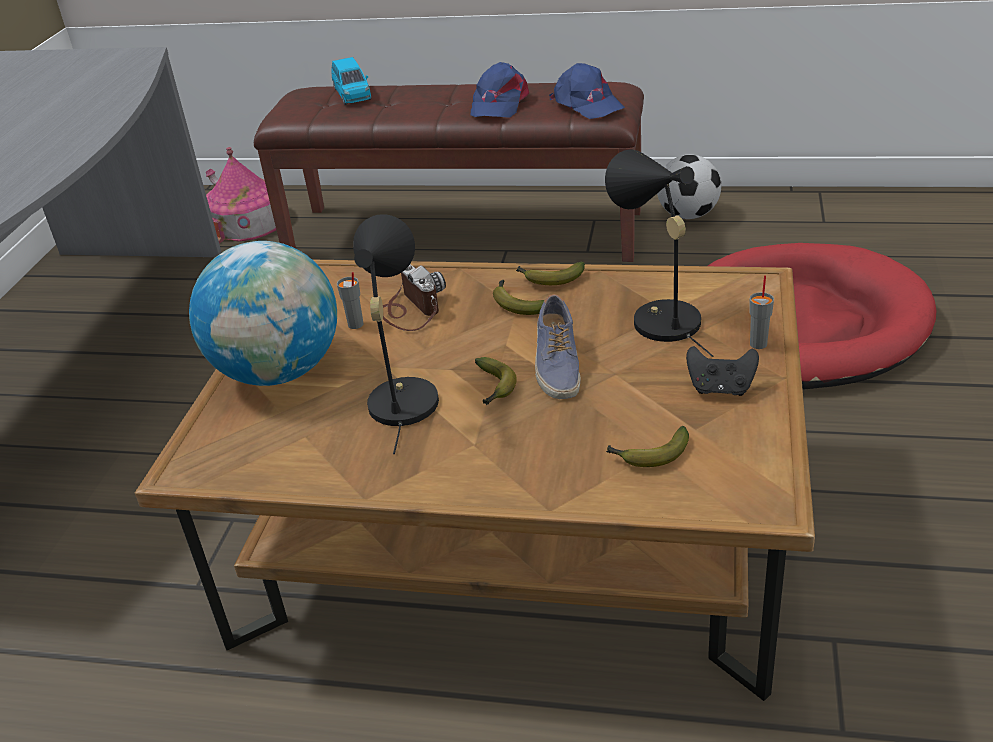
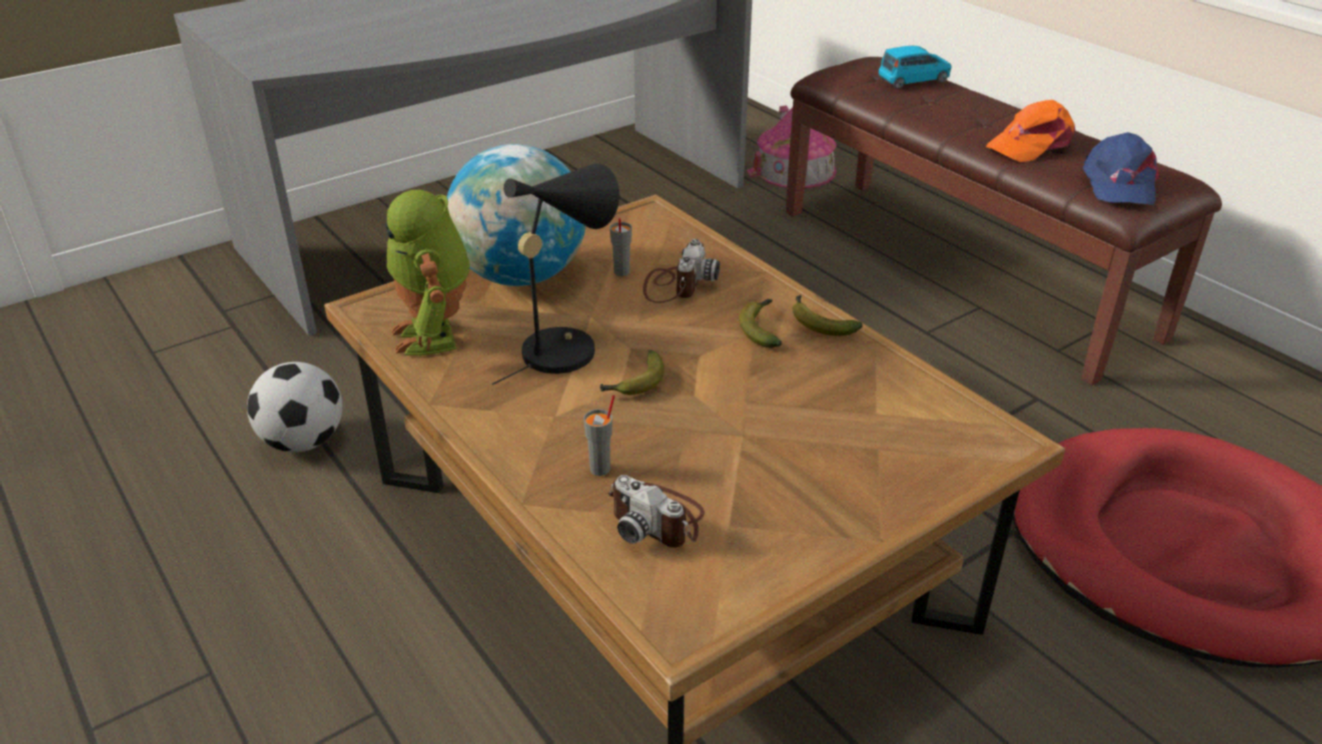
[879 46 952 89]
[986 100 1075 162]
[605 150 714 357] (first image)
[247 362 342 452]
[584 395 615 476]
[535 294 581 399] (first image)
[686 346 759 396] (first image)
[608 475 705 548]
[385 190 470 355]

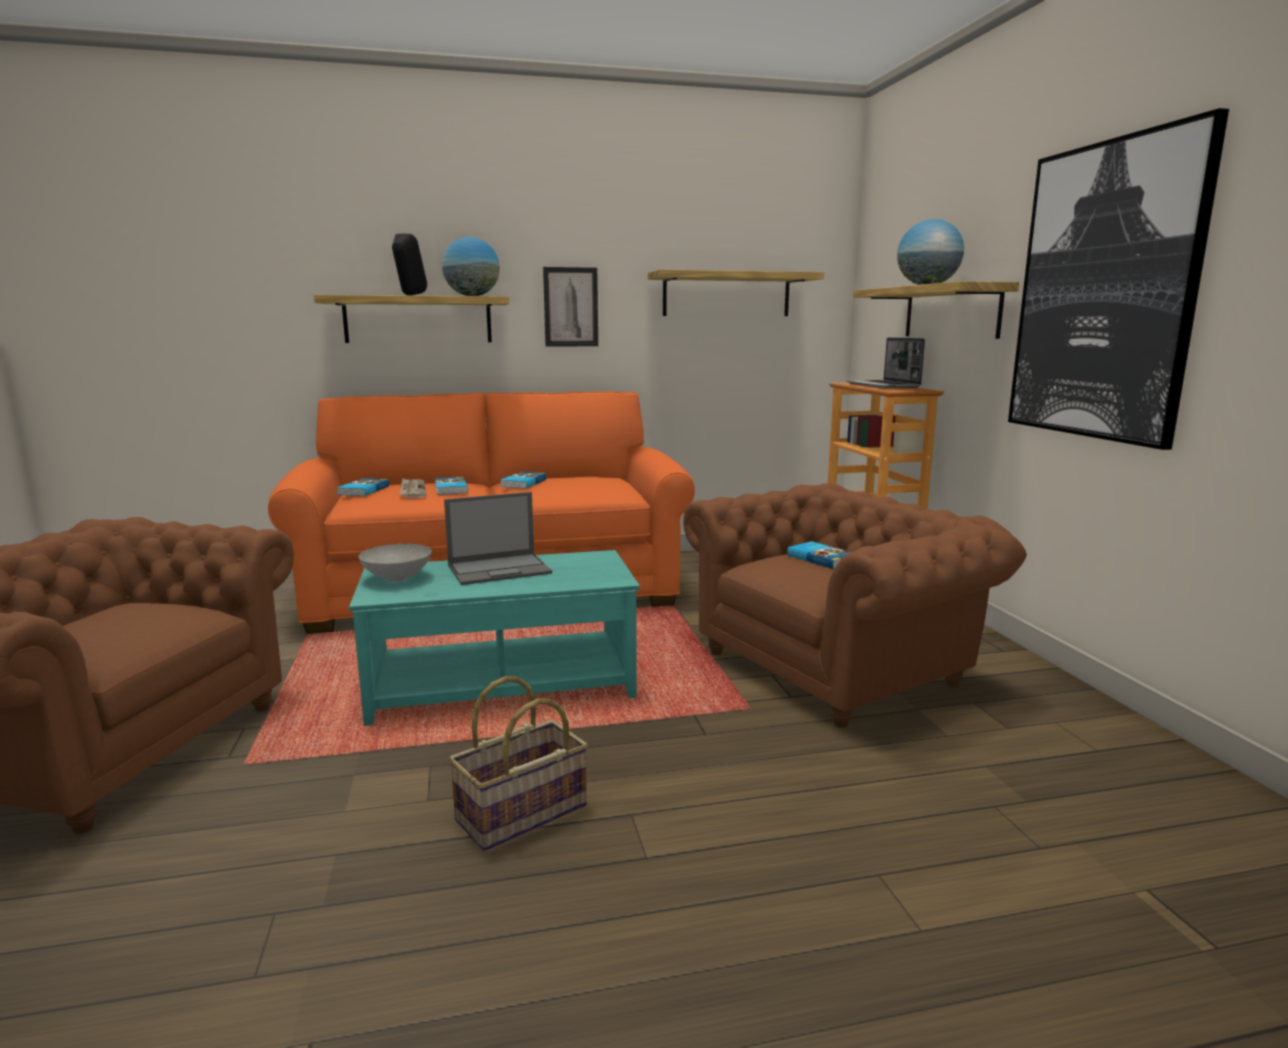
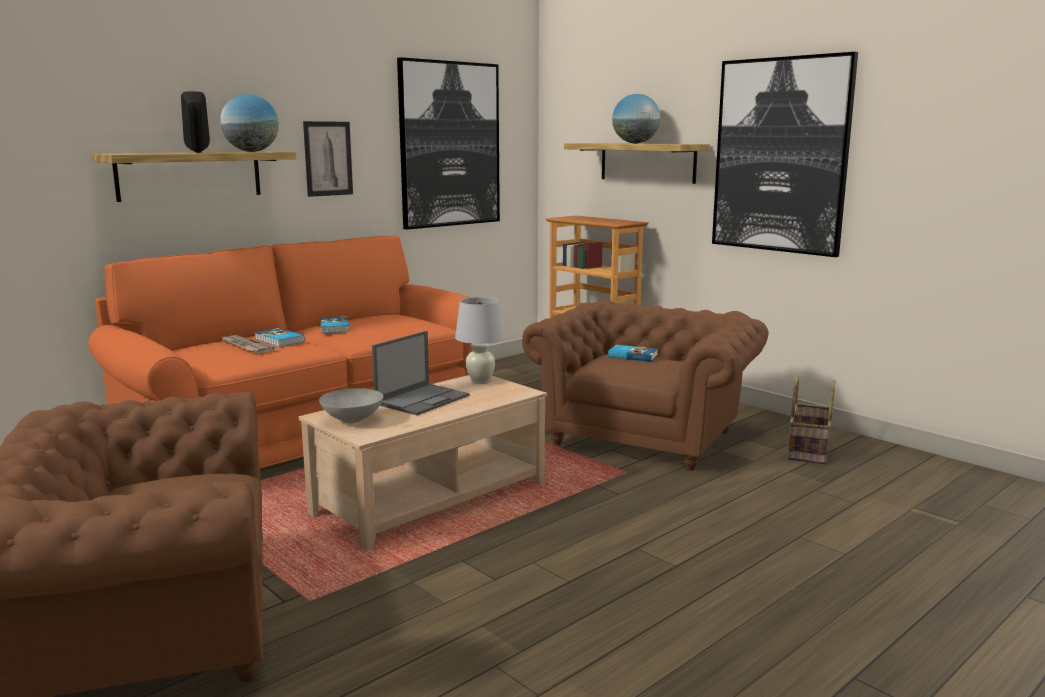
[397 57 500 230]
[846 337 925 388] (first image)
[337 478 389 496] (first image)
[299 375 547 551]
[788 376 835 464]
[455 297 505 384]

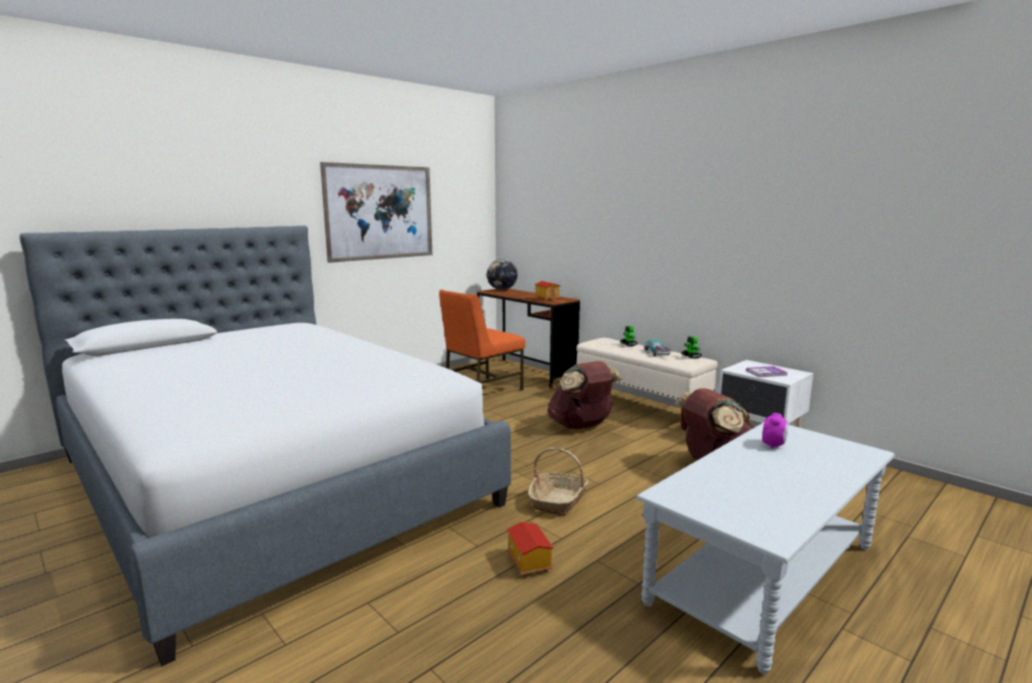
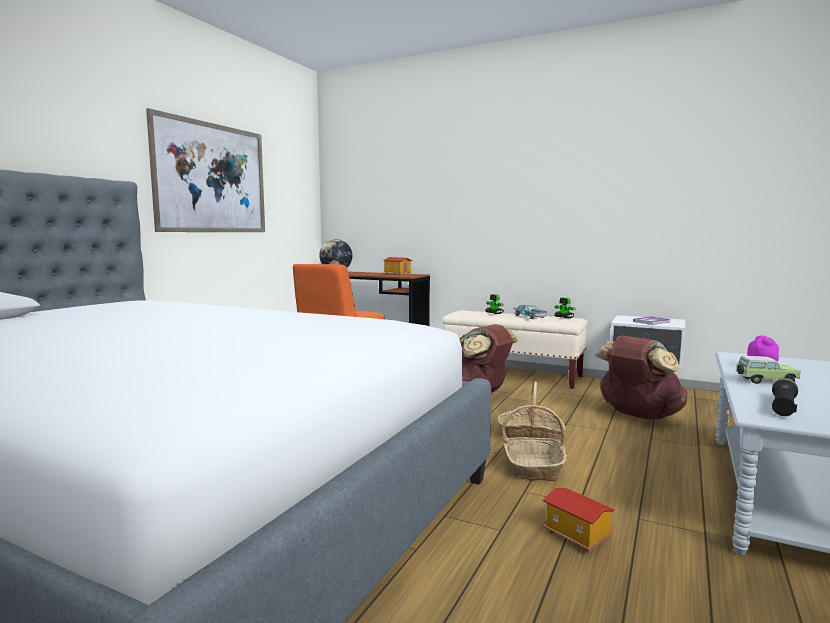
[736 356 801 384]
[772 378 798 416]
[498 382 565 440]

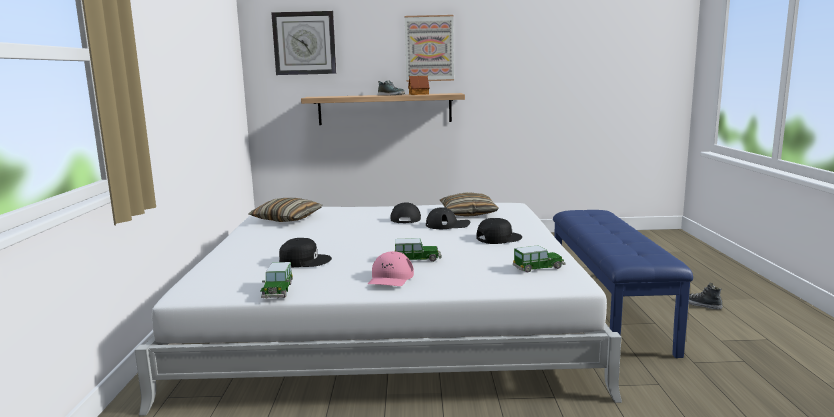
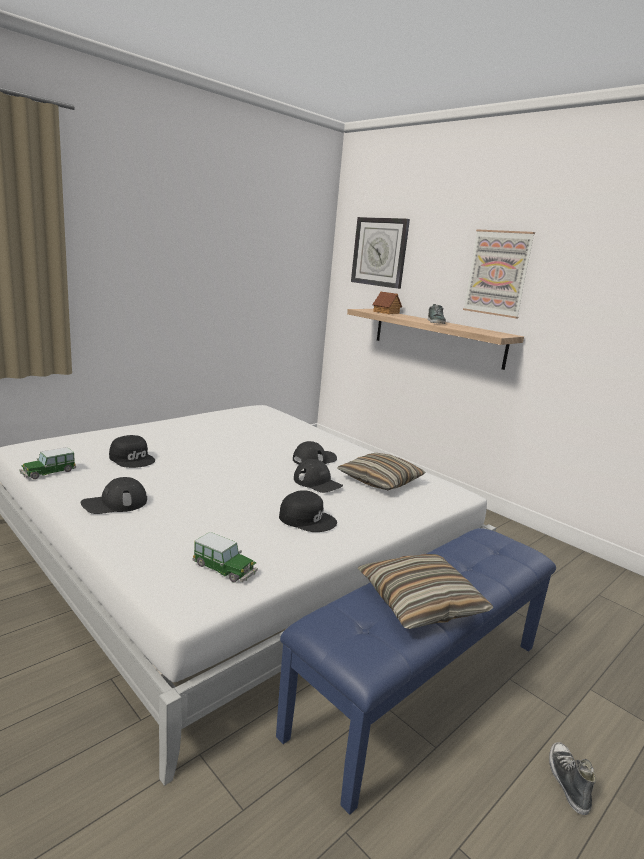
[372 291 402 314]
[358 554 493 629]
[395 238 441 262] (first image)
[81 477 147 514]

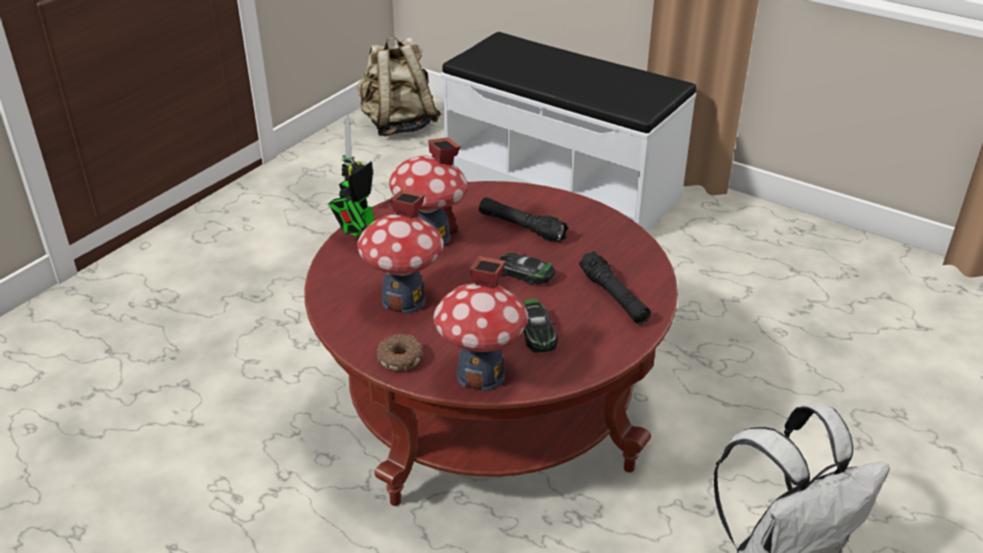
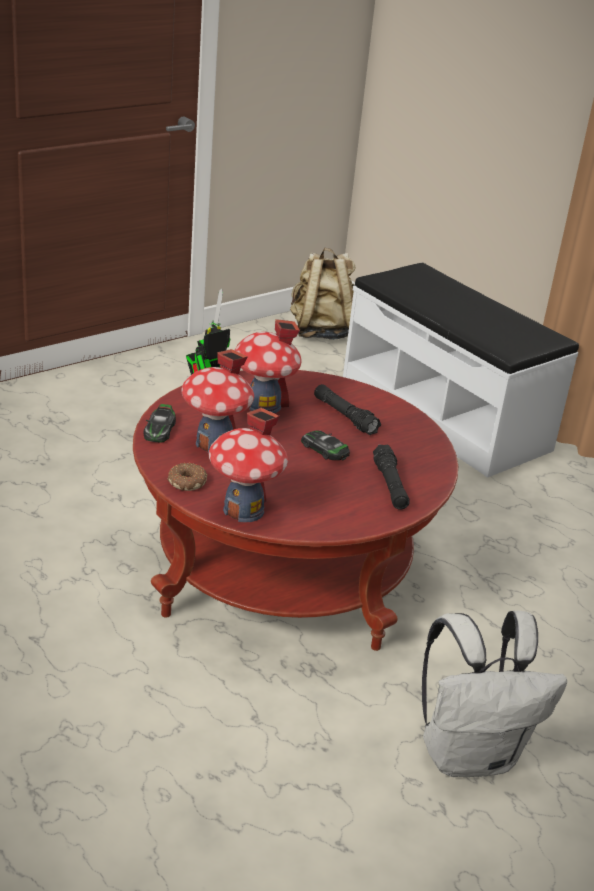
[143 404 176 443]

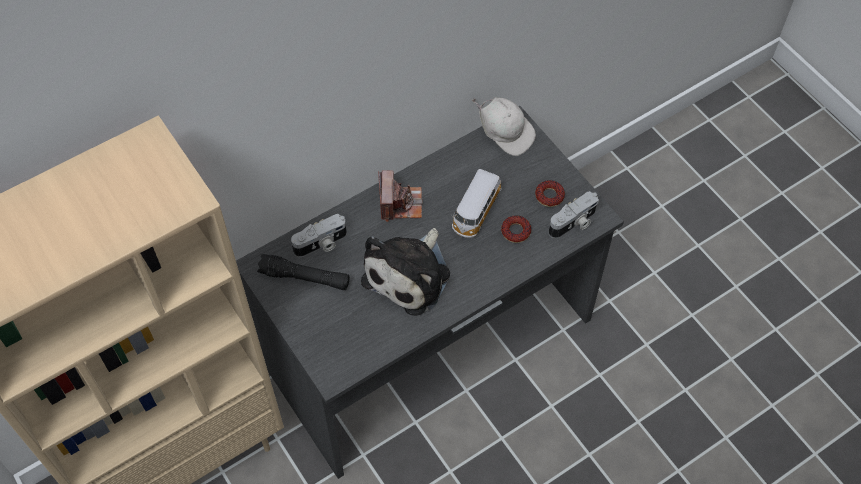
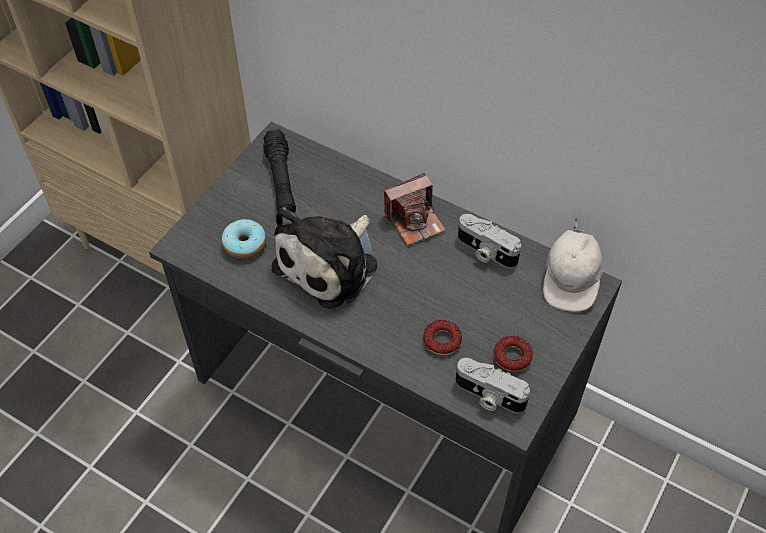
[452 169 502 238] (first image)
[458 214 521 269]
[271 207 378 309]
[222 219 266 259]

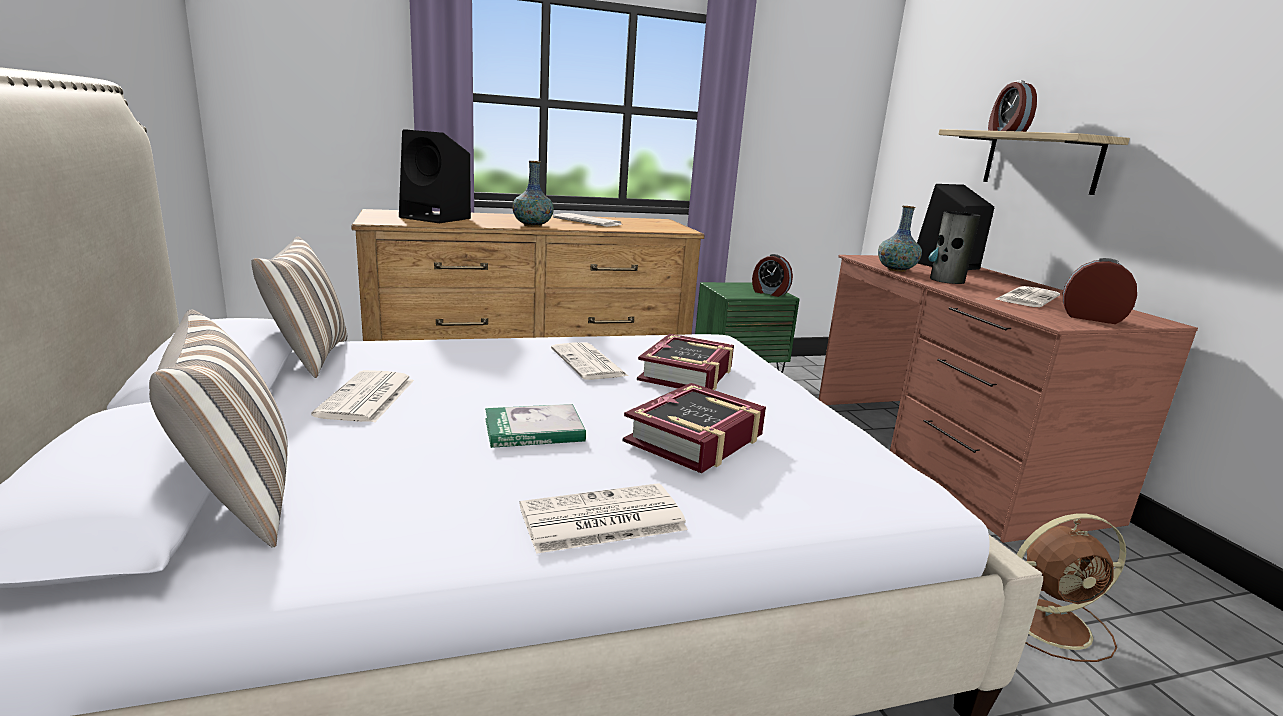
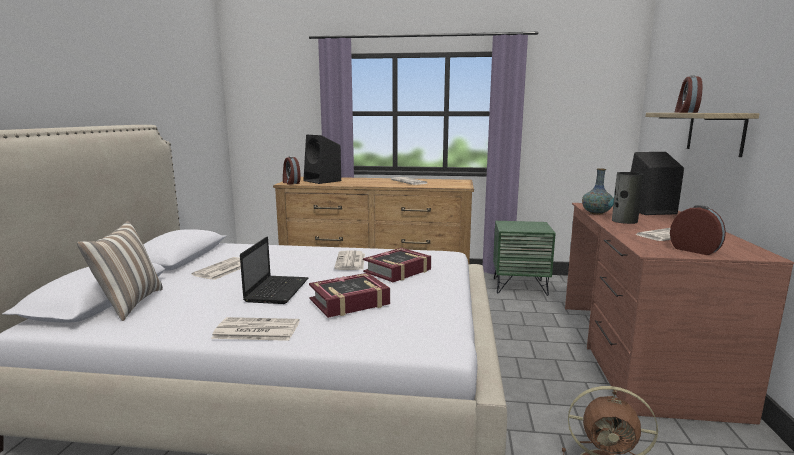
[512 161 554 227] (first image)
[251 237 347 378] (first image)
[283 156 301 185]
[240 237 309 304]

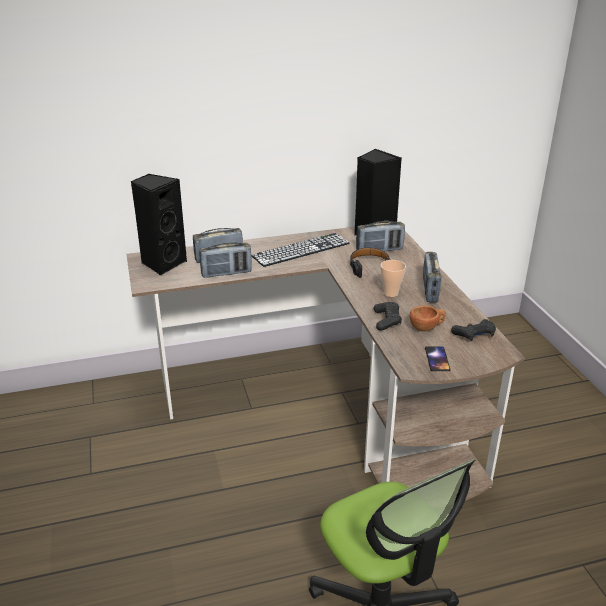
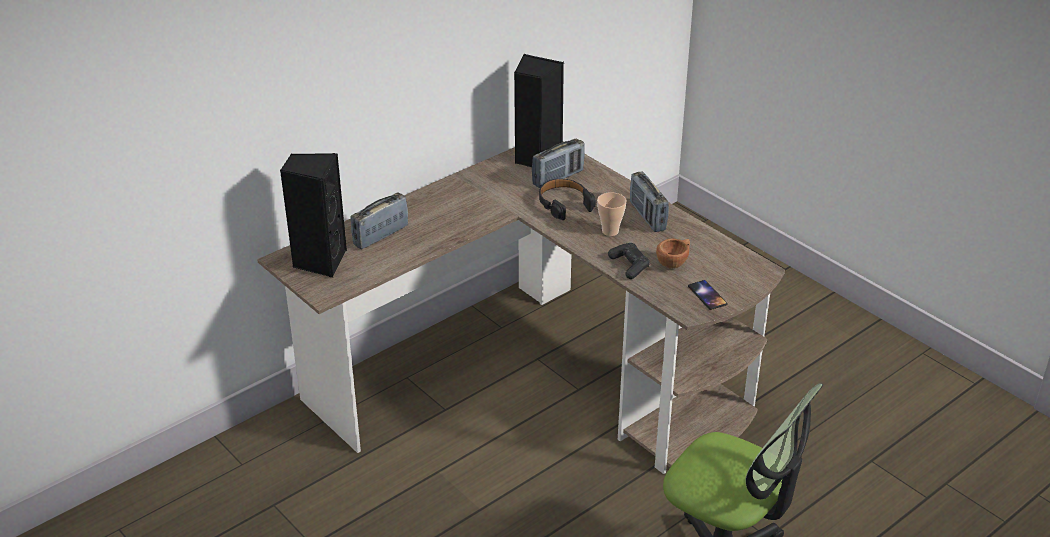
[251 233 350 267] (first image)
[199 242 252 278] (first image)
[451 319 496 341] (first image)

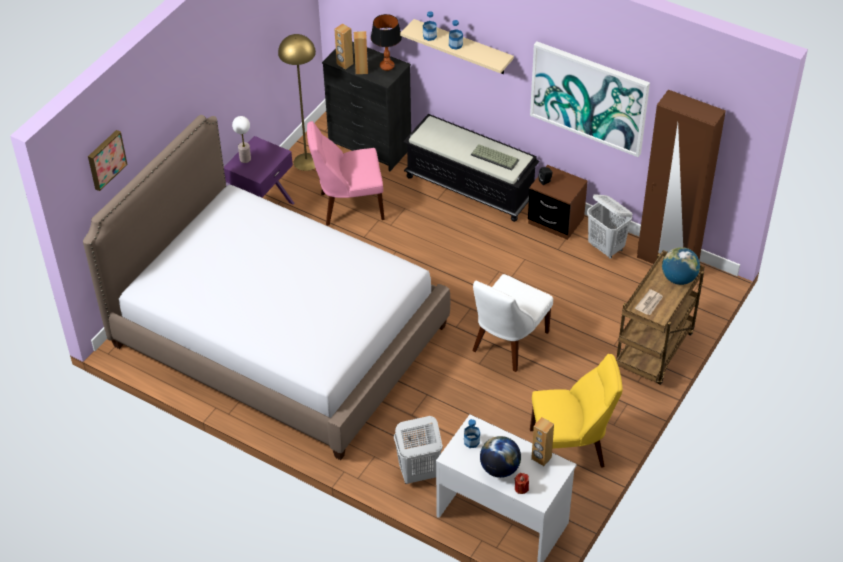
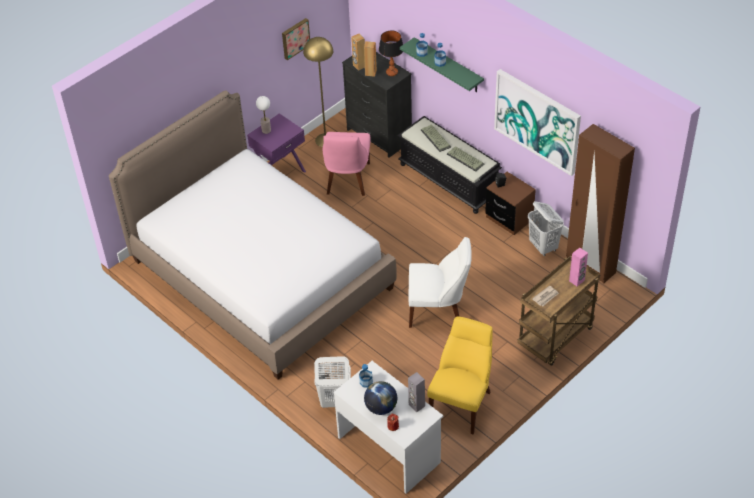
[400 37 484 92]
[323 132 371 196]
[282 18 310 60]
[569 248 588 286]
[409 237 472 328]
[427 316 493 434]
[408 372 425 412]
[421 124 451 152]

